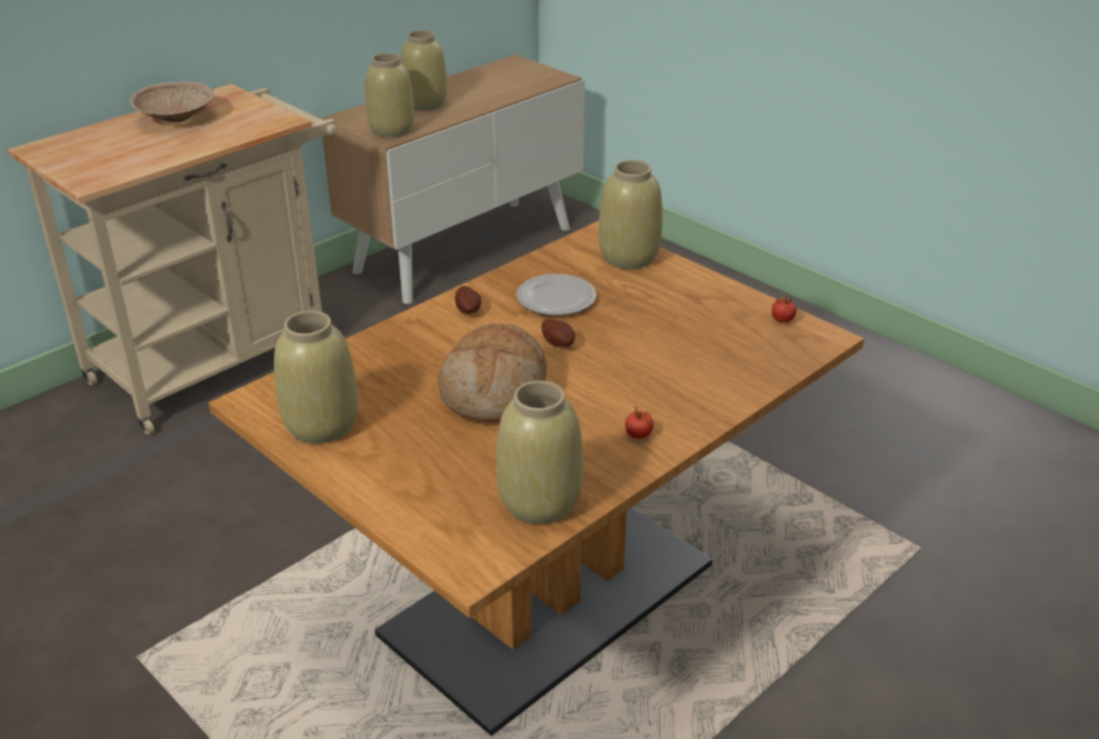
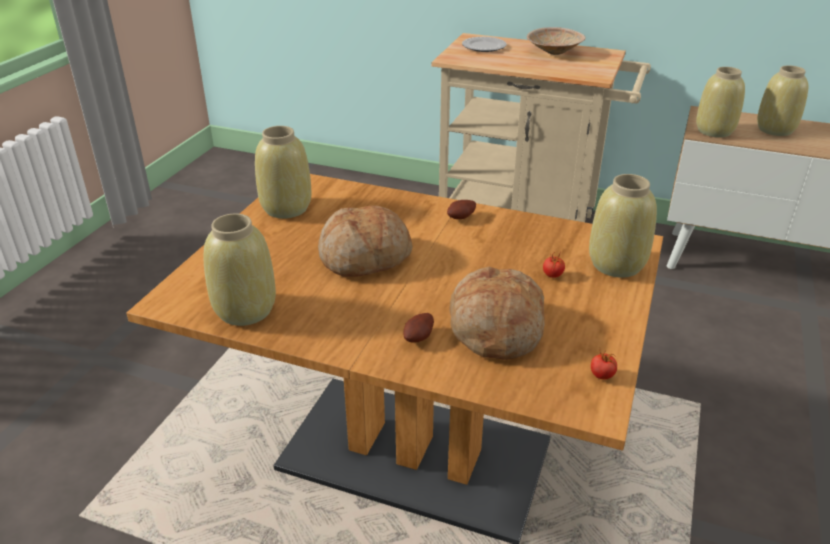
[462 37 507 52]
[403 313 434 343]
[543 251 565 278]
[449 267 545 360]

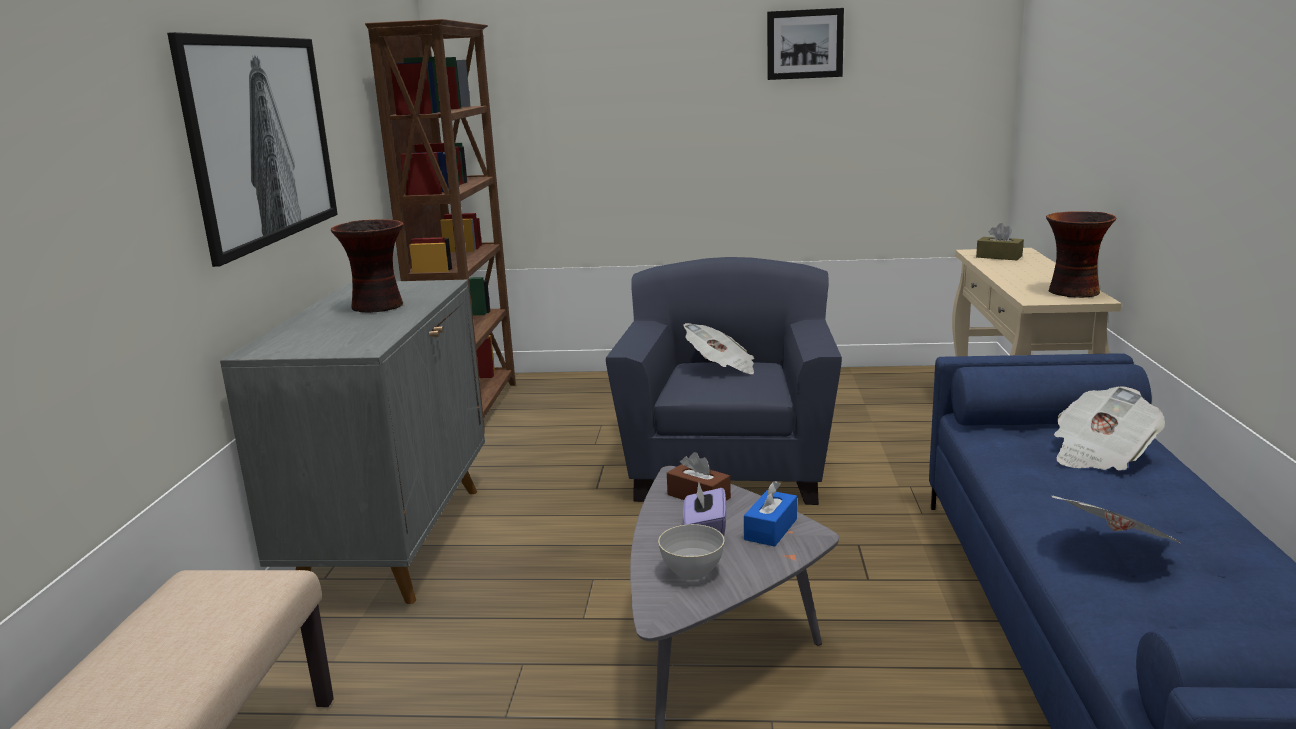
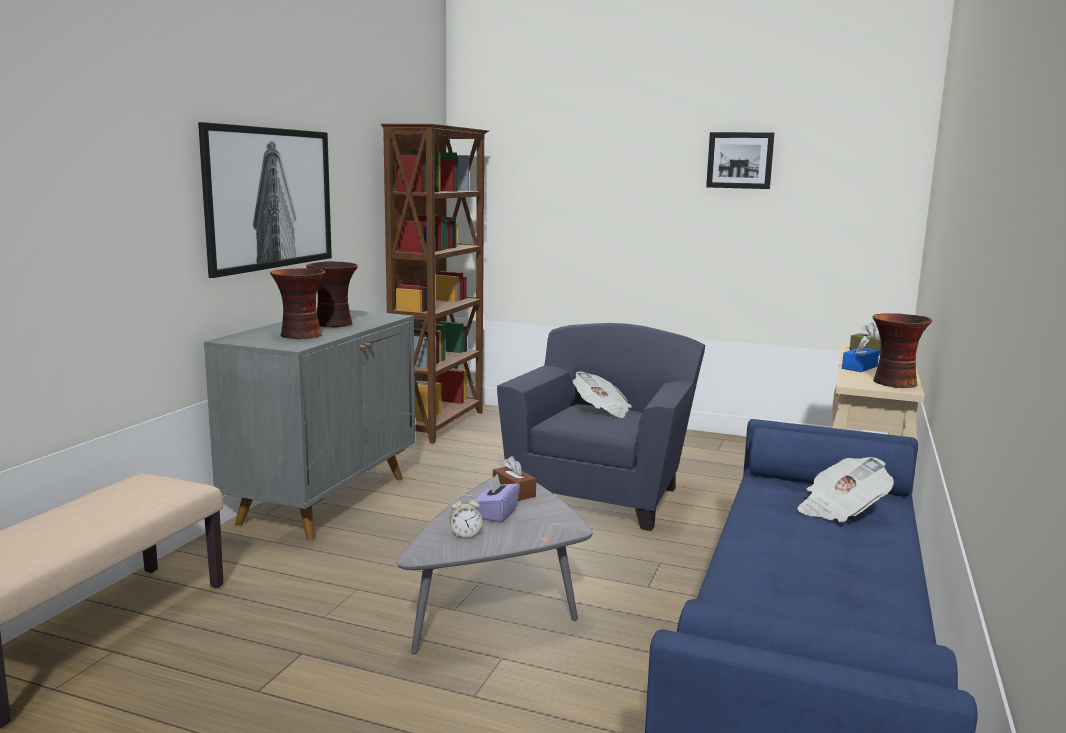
[842 336 879 372]
[1052 496 1181 543] (first image)
[450 495 482 538]
[270 268 325 339]

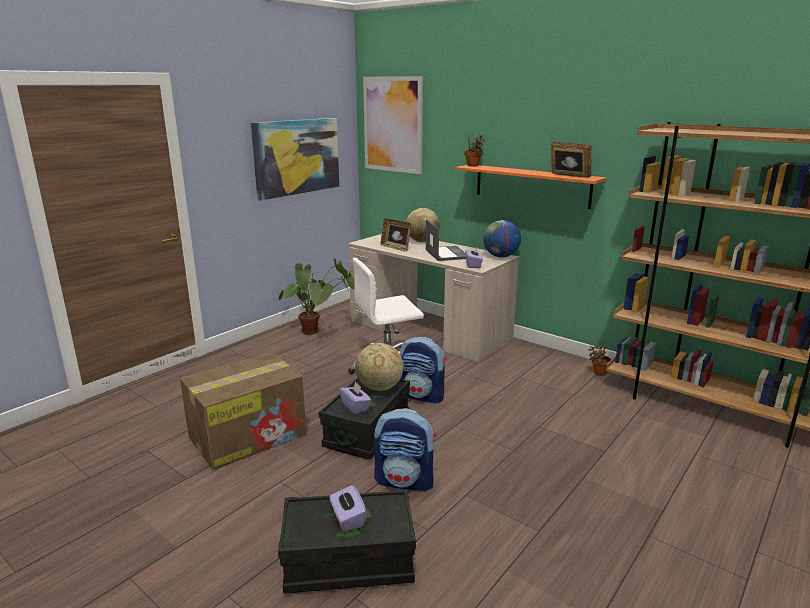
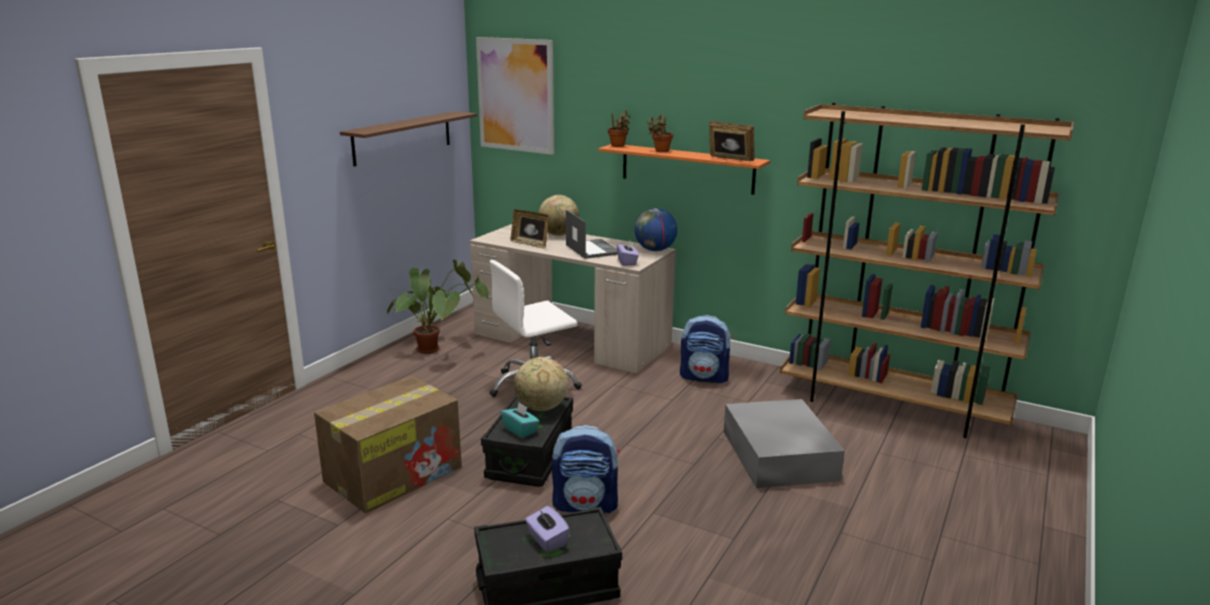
[340 111 477 166]
[680 315 733 384]
[647 115 673 152]
[501 402 539 438]
[724 399 845 488]

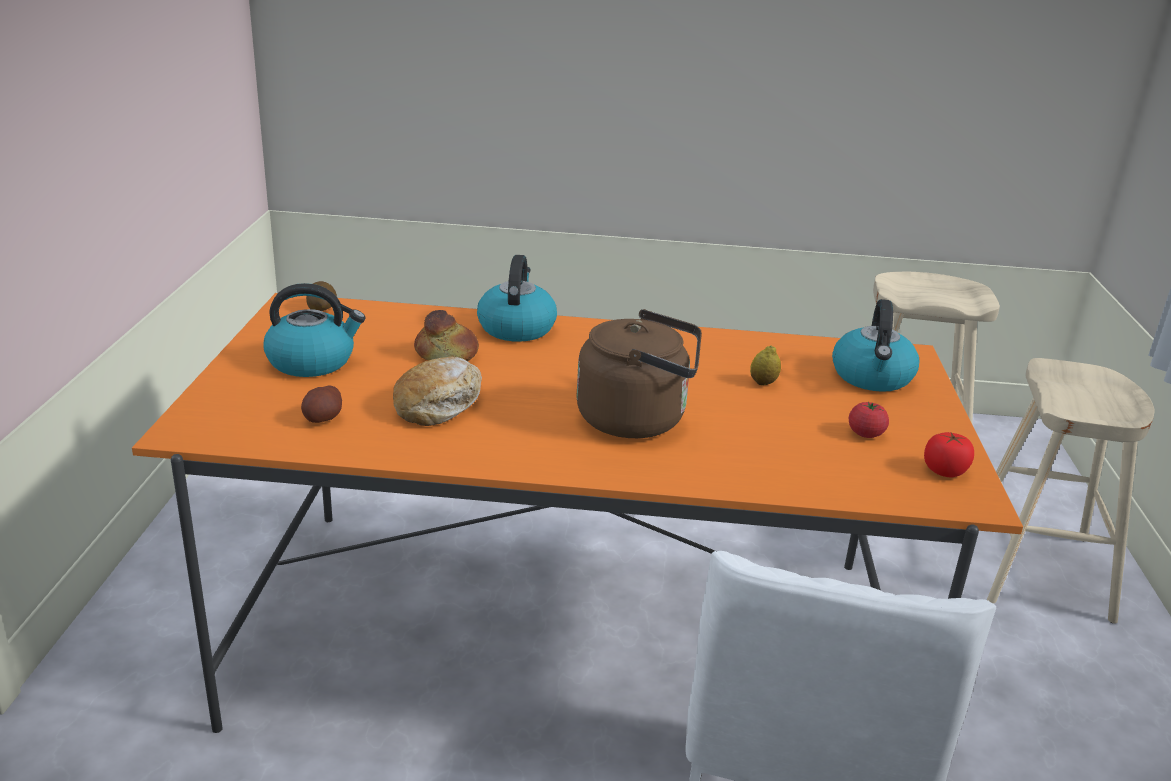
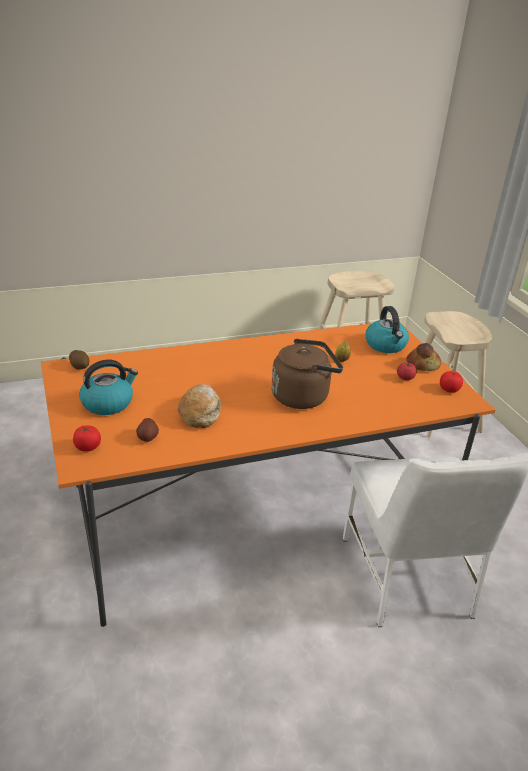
[477 255 557 342] (first image)
[406 343 441 371]
[73 425 101 452]

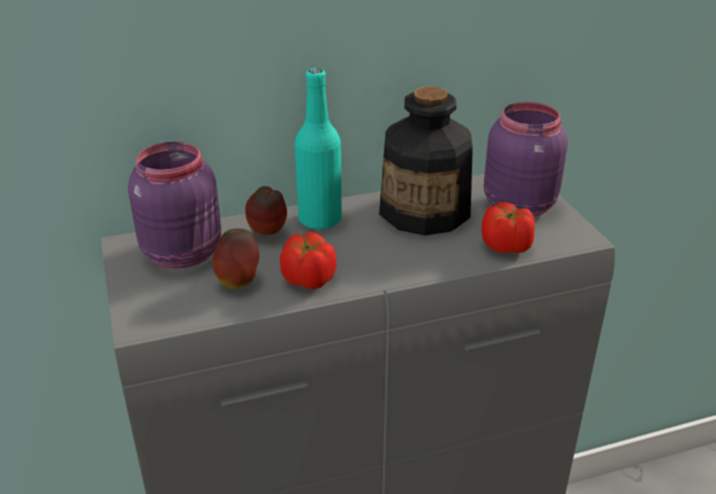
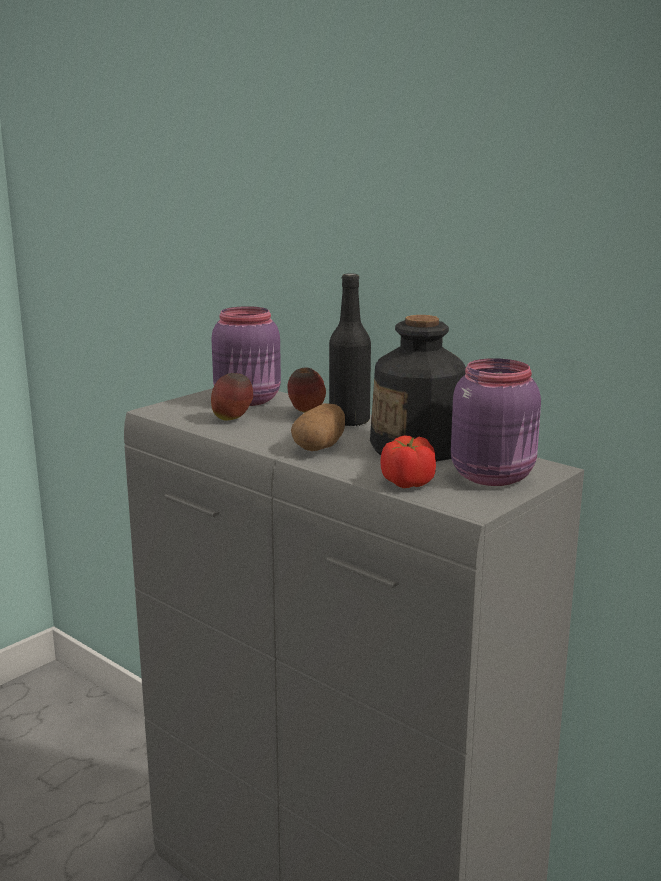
[329 273 371 427]
[280 232 336 289] (first image)
[291 403 345 451]

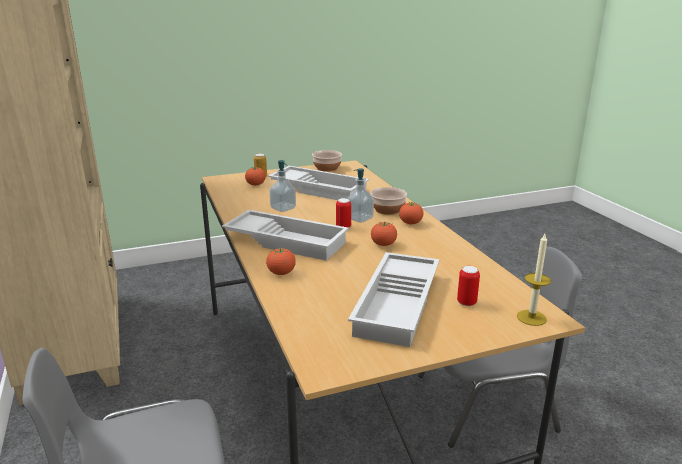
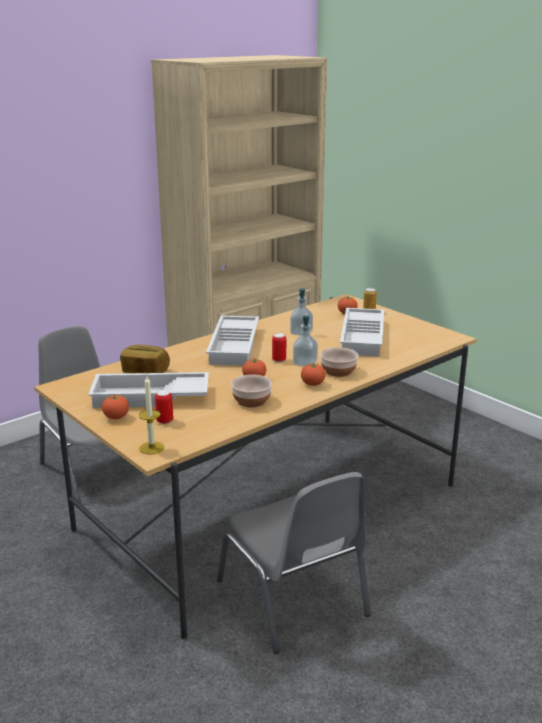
[231 374 272 408]
[102 394 129 419]
[120 345 170 373]

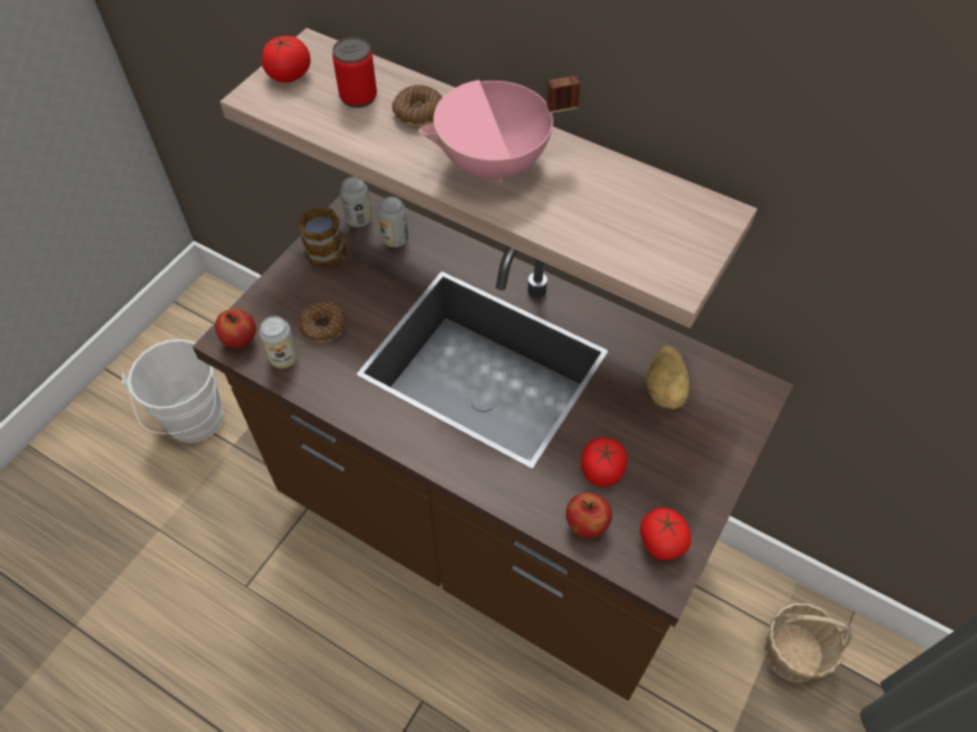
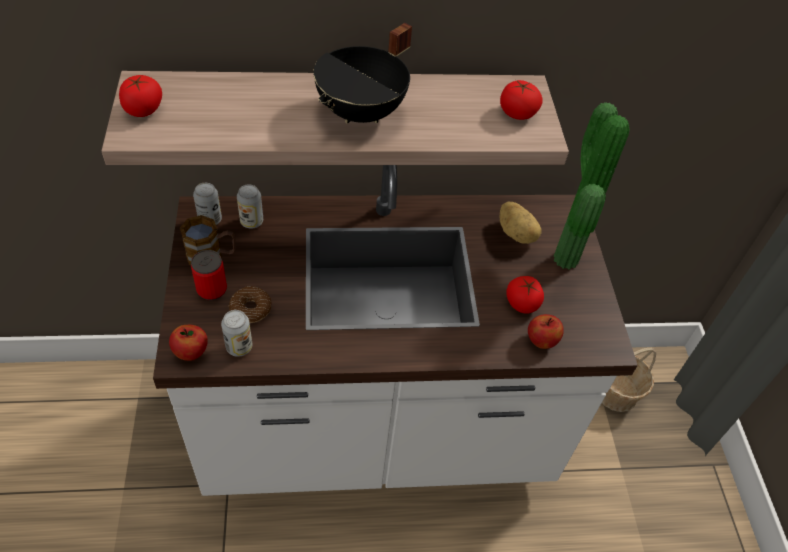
[191 250 227 300]
[313 23 412 123]
[392 85 443 127] (first image)
[153 165 638 496]
[122 339 224 443] (first image)
[500 80 543 120]
[554 102 630 270]

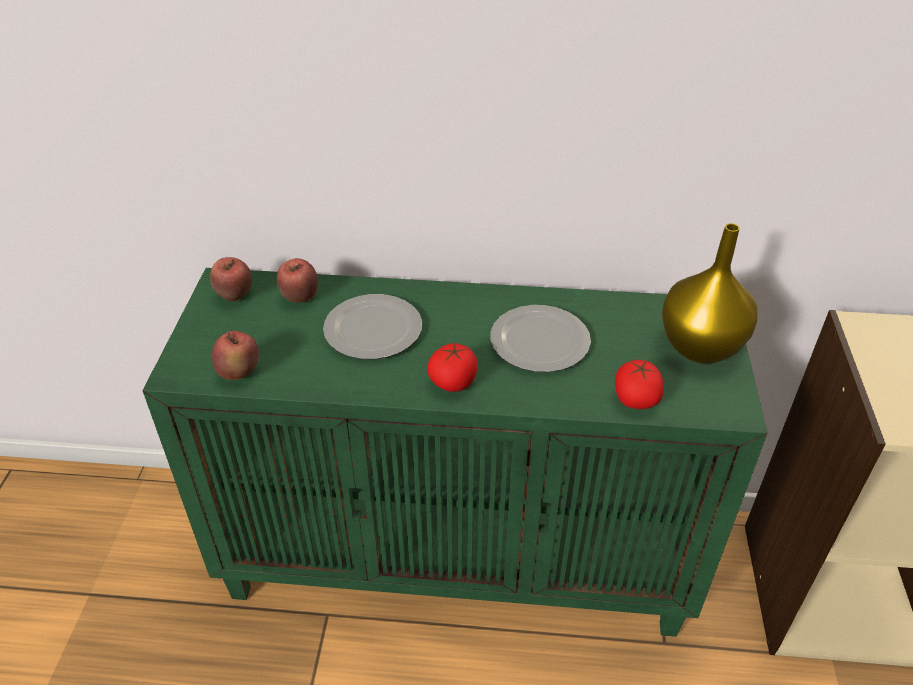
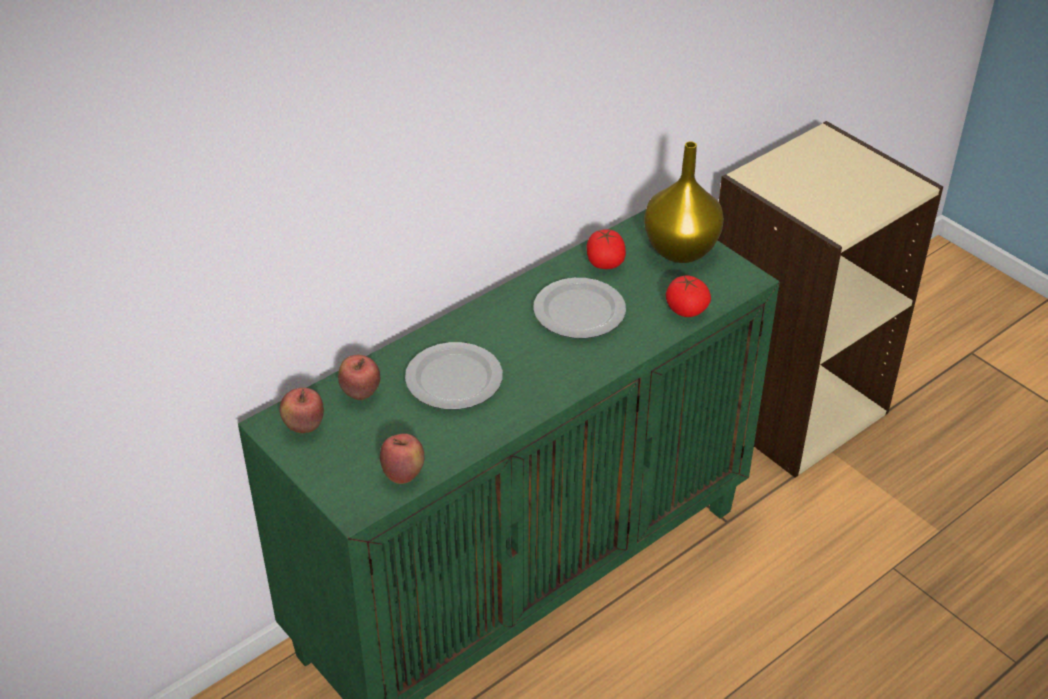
[587 229 626 269]

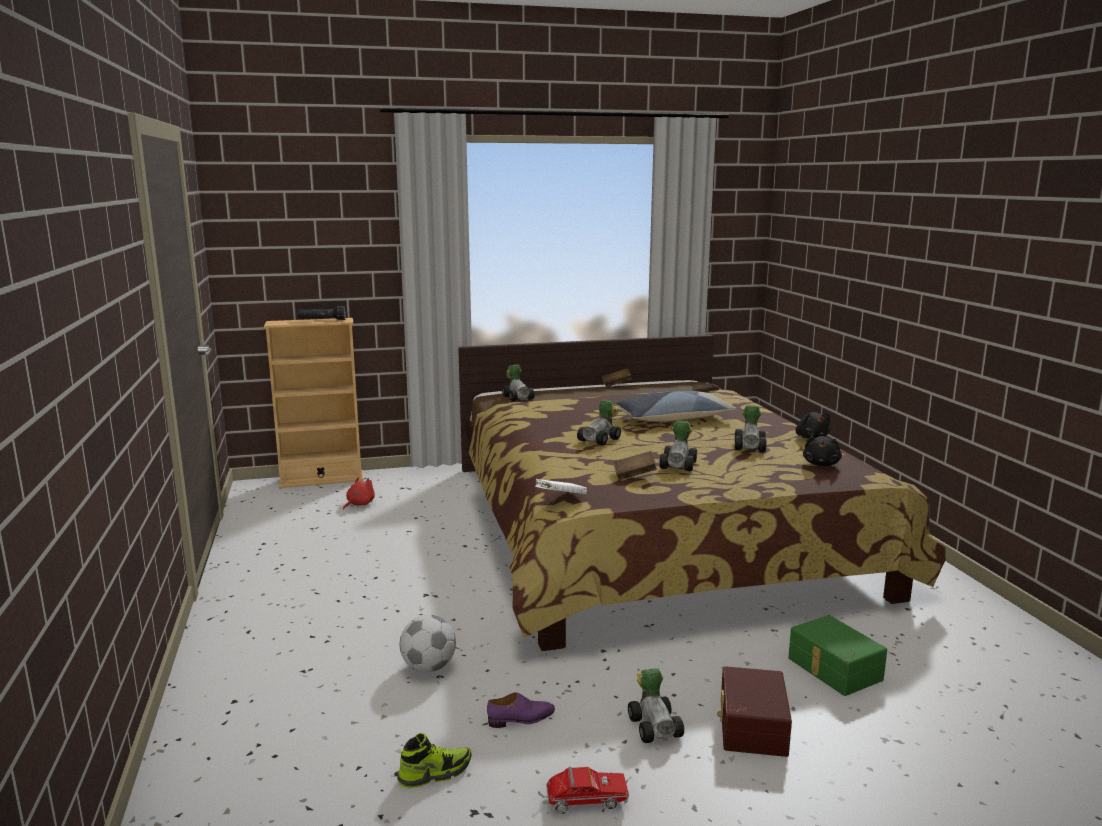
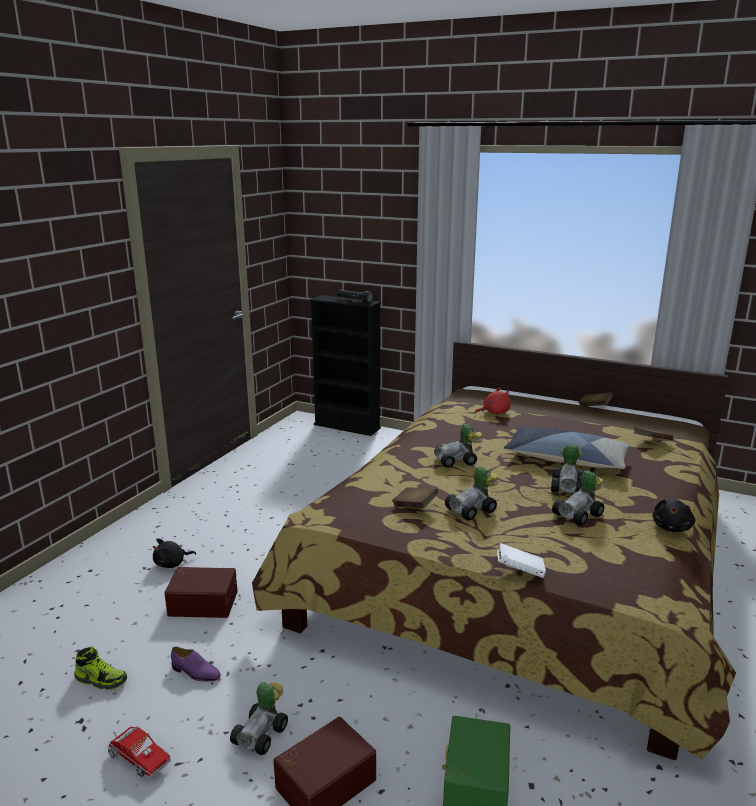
[309 295 381 436]
[551 445 584 493]
[153 538 196 568]
[475 387 511 414]
[497 543 546 578]
[164 567 238 618]

